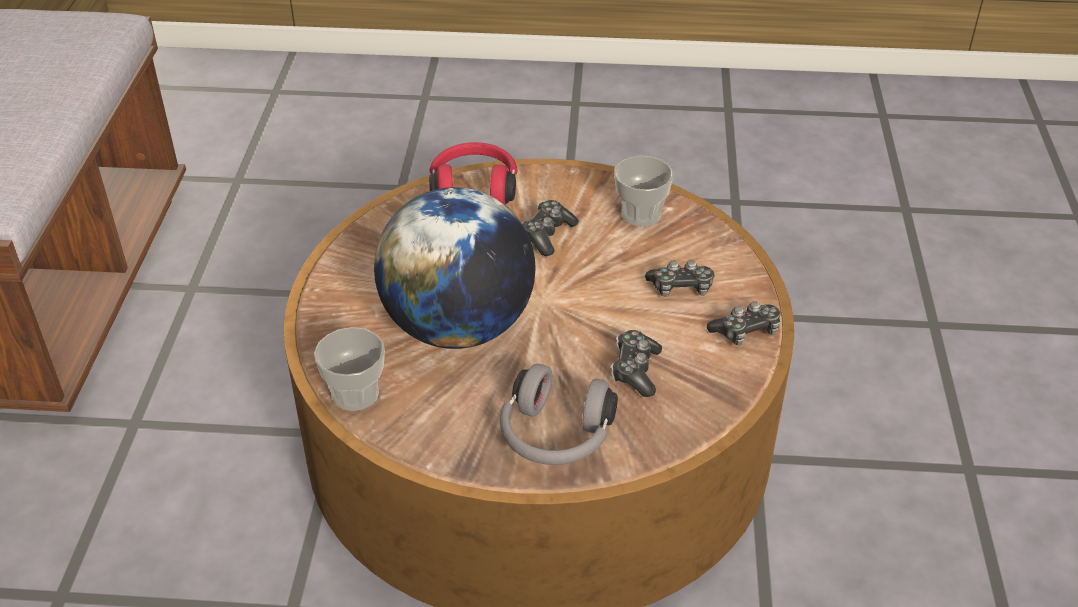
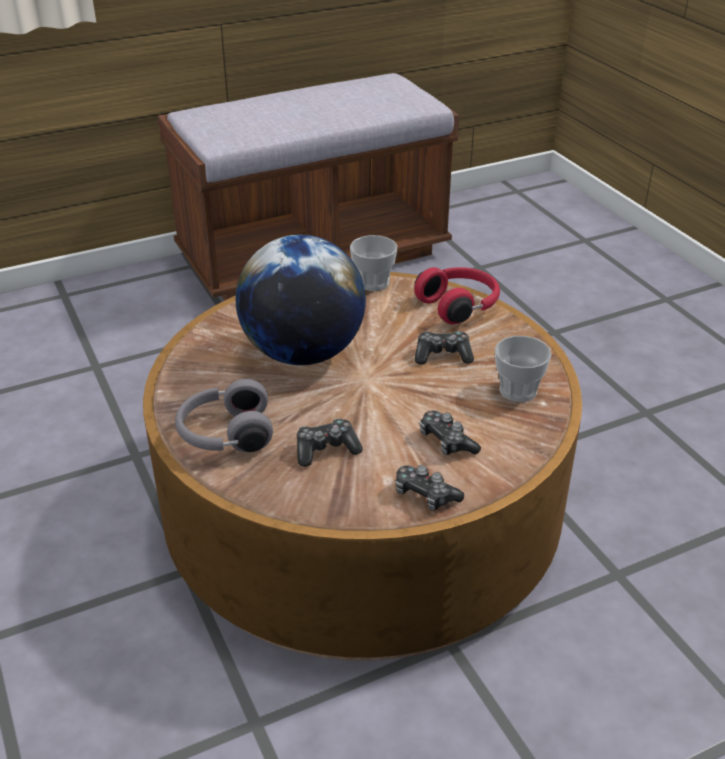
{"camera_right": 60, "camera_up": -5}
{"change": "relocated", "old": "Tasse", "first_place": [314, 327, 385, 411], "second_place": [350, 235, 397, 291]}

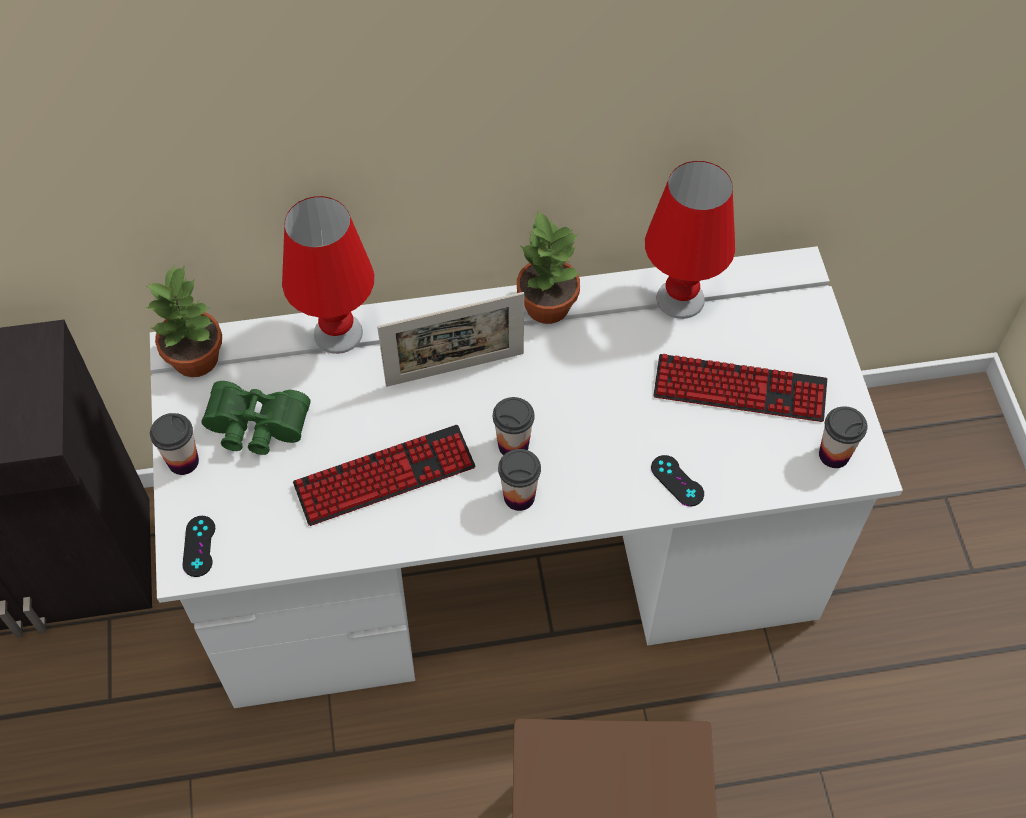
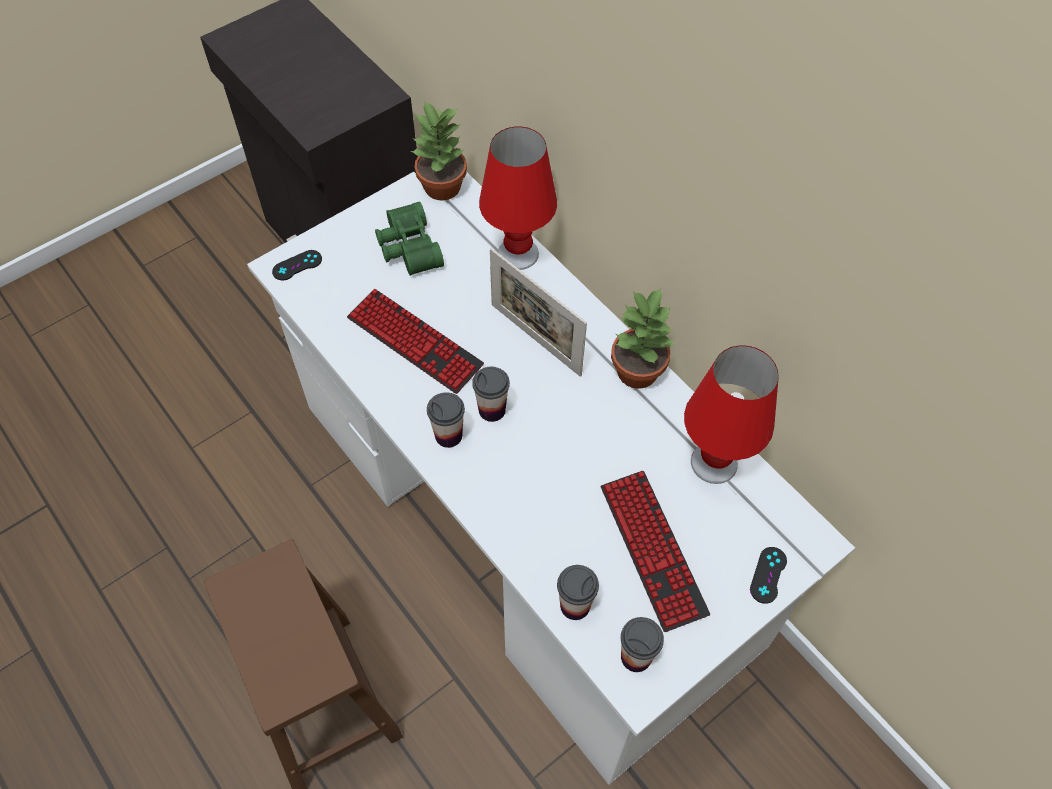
{"camera_right": 60, "camera_up": 0}
{"change": "relocated", "old": "Tasse", "first_place": [150, 413, 199, 475], "second_place": [557, 565, 599, 620]}
{"change": "relocated", "old": "Gamepad [schwarz]", "first_place": [651, 455, 704, 506], "second_place": [750, 547, 787, 604]}

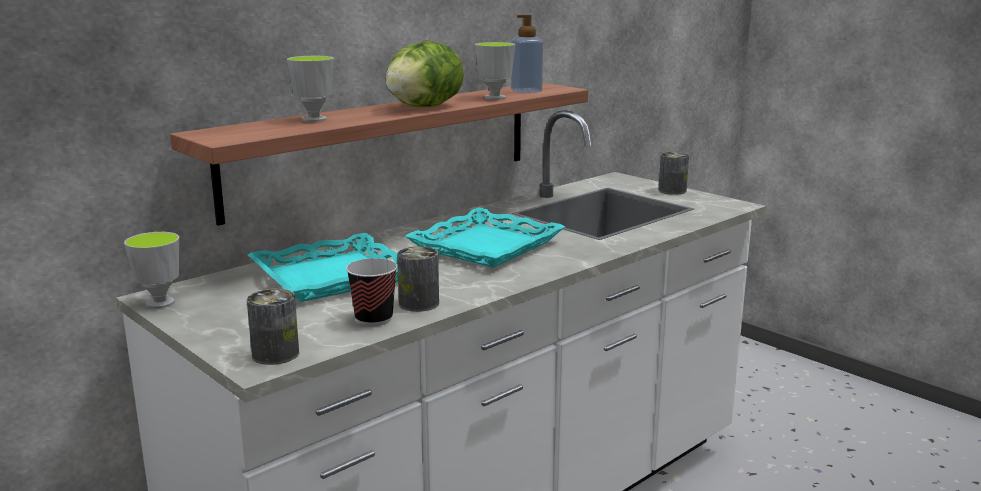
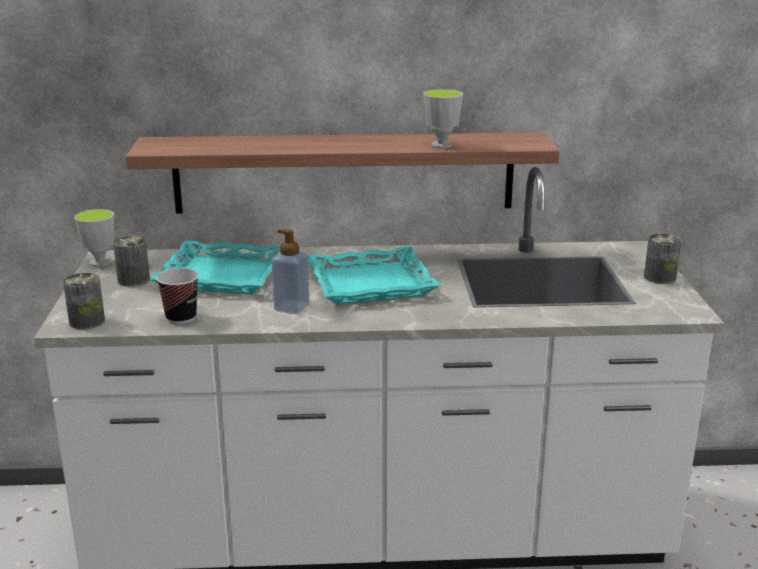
{"camera_right": 40, "camera_up": 5}
{"change": "missing", "old": "Tasse", "first_place": [287, 56, 334, 122]}
{"change": "missing", "old": "Salatkopf", "first_place": [385, 41, 464, 107]}
{"change": "relocated", "old": "Dose", "first_place": [397, 246, 439, 312], "second_place": [113, 236, 150, 287]}
{"change": "relocated", "old": "Seifenspender", "first_place": [511, 15, 543, 93], "second_place": [272, 229, 310, 314]}

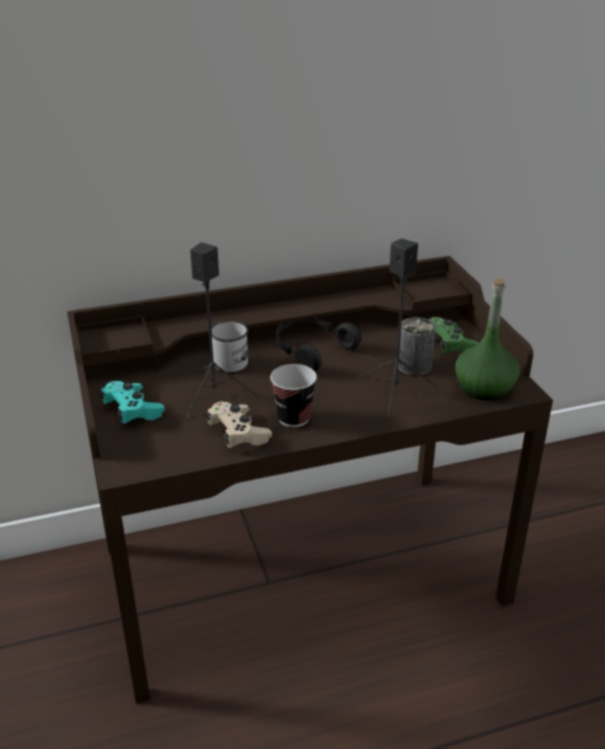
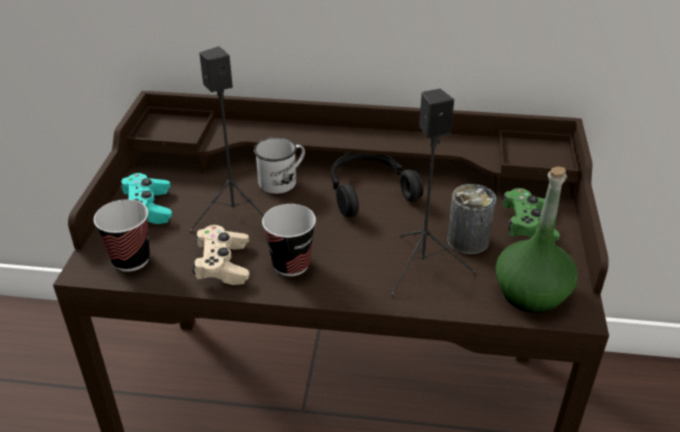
{"camera_right": 25, "camera_up": 5}
{"change": "appeared", "new": "Tasse", "second_place": [94, 199, 150, 272]}

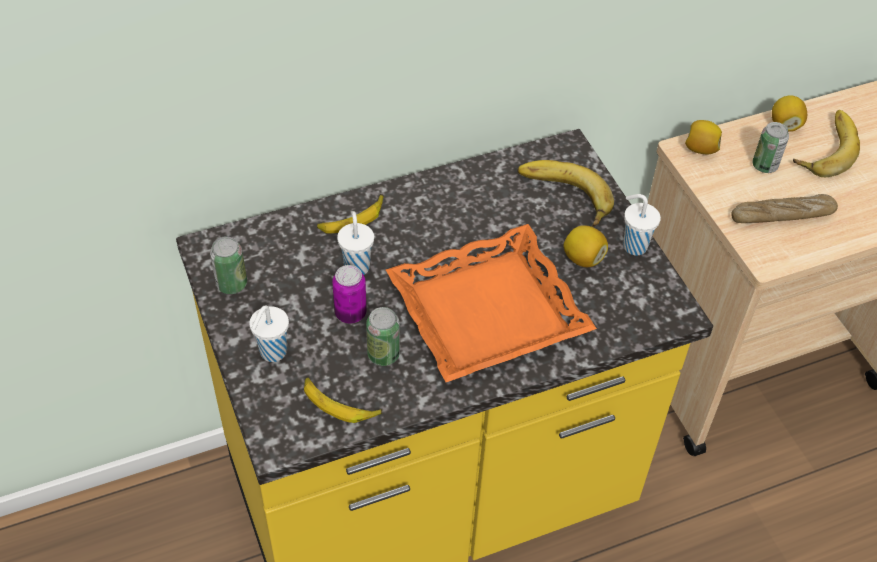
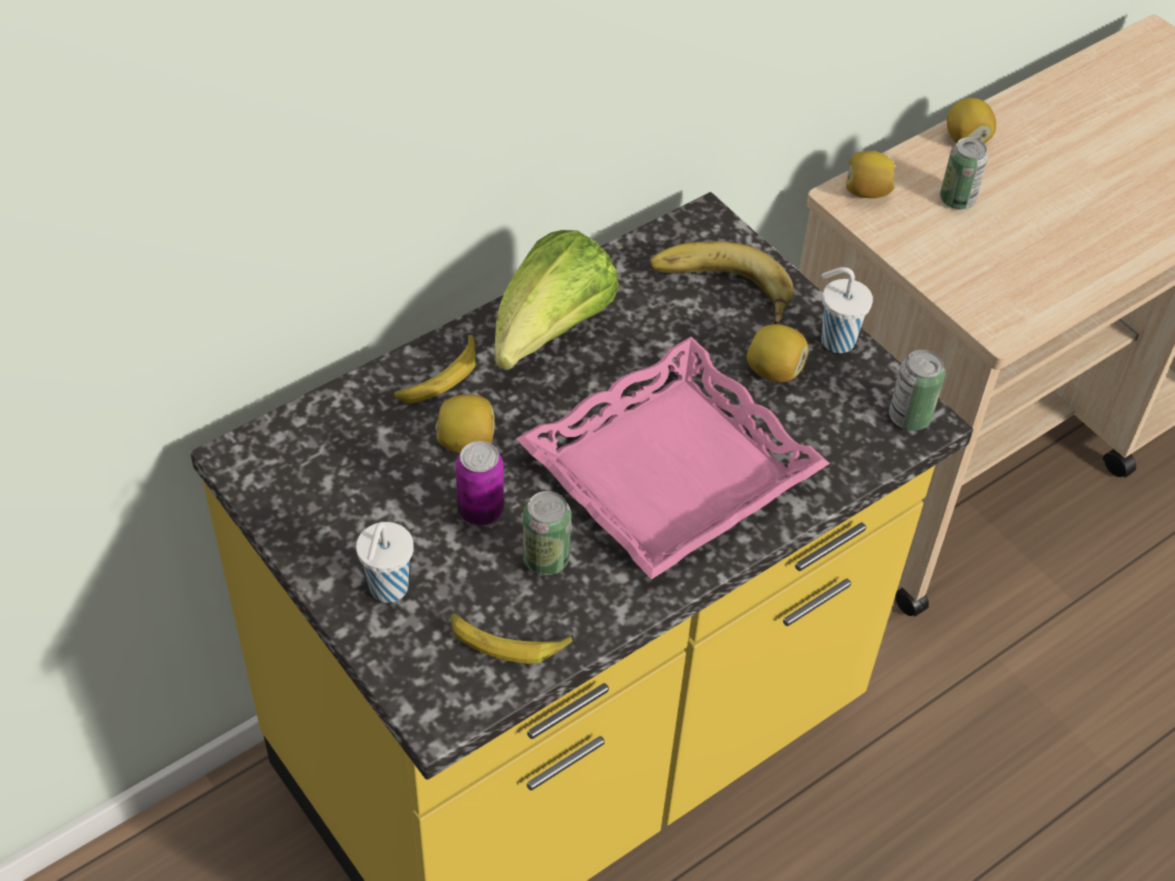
{"camera_right": -15, "camera_up": 0}
{"change": "missing", "old": "Brot", "first_place": [731, 194, 838, 223]}
{"change": "missing", "old": "Banane", "first_place": [793, 110, 860, 177]}
{"change": "appeared", "new": "Salatkopf", "second_place": [494, 230, 619, 370]}
{"change": "relocated", "old": "Dose", "first_place": [210, 236, 247, 294], "second_place": [889, 349, 945, 431]}
{"change": "exchanged", "old": "Tasse [weiß]", "new": "Zitrone", "first_place": [337, 211, 374, 275], "second_place": [435, 394, 495, 453]}
{"change": "colour", "old": "Tablett [orange]", "new": "Tablett [rosa]", "first_place": [386, 224, 597, 382], "second_place": [516, 337, 830, 579]}

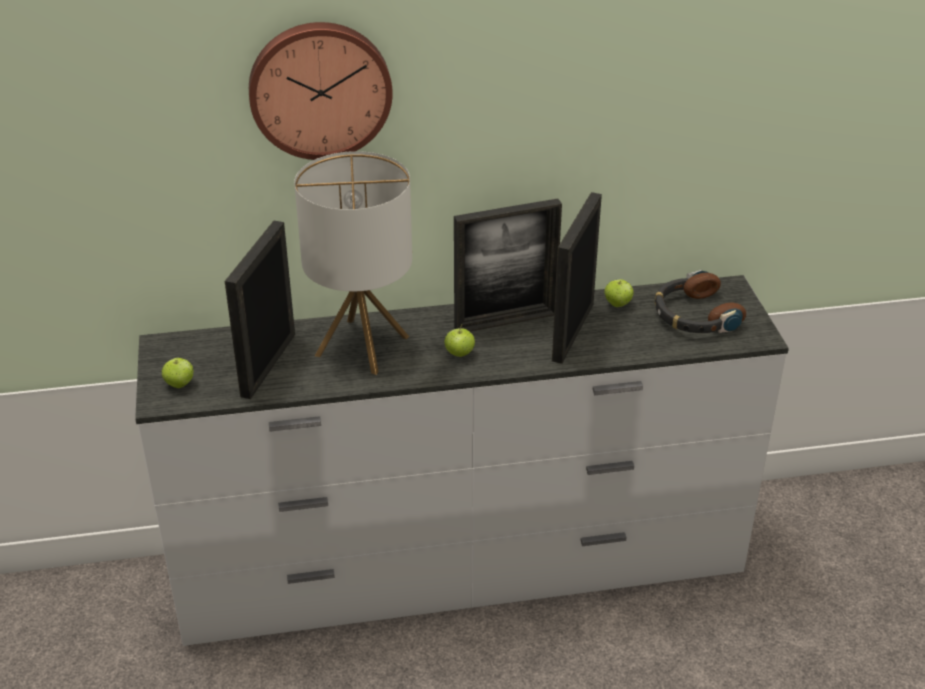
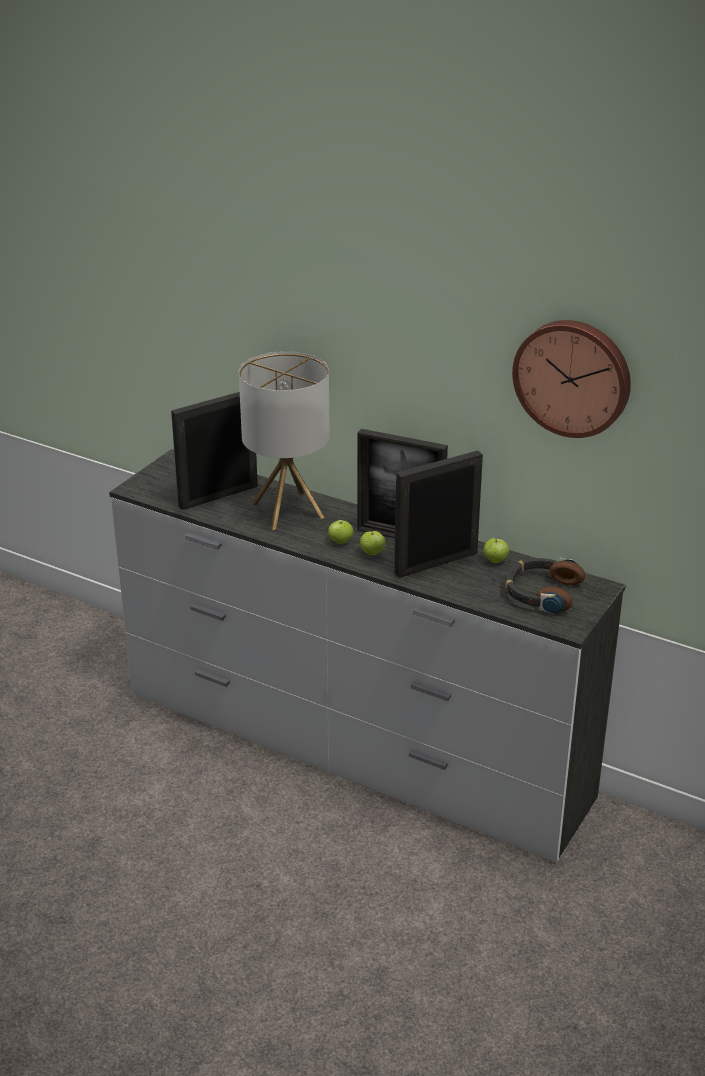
{"camera_right": 40, "camera_up": -5}
{"change": "relocated", "old": "Apfel", "first_place": [162, 357, 194, 388], "second_place": [360, 531, 386, 555]}
{"change": "relocated", "old": "Wanduhr", "first_place": [249, 22, 393, 160], "second_place": [512, 320, 631, 438]}

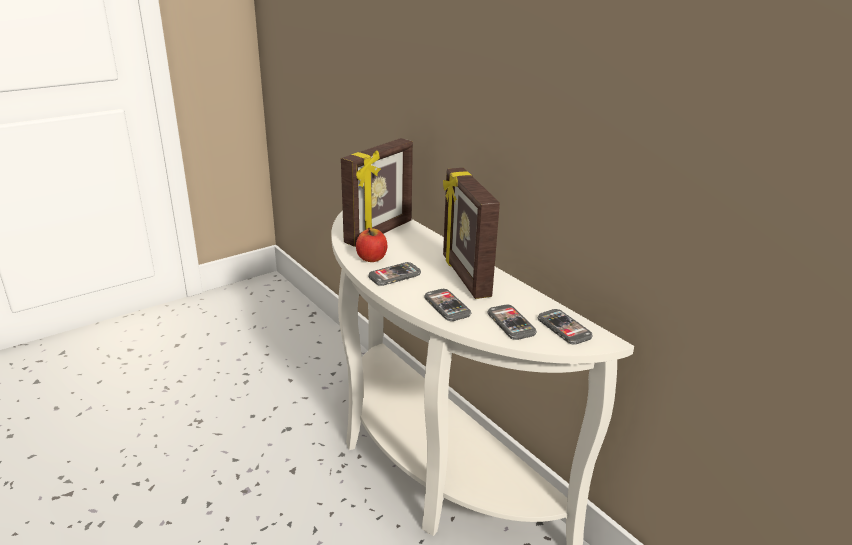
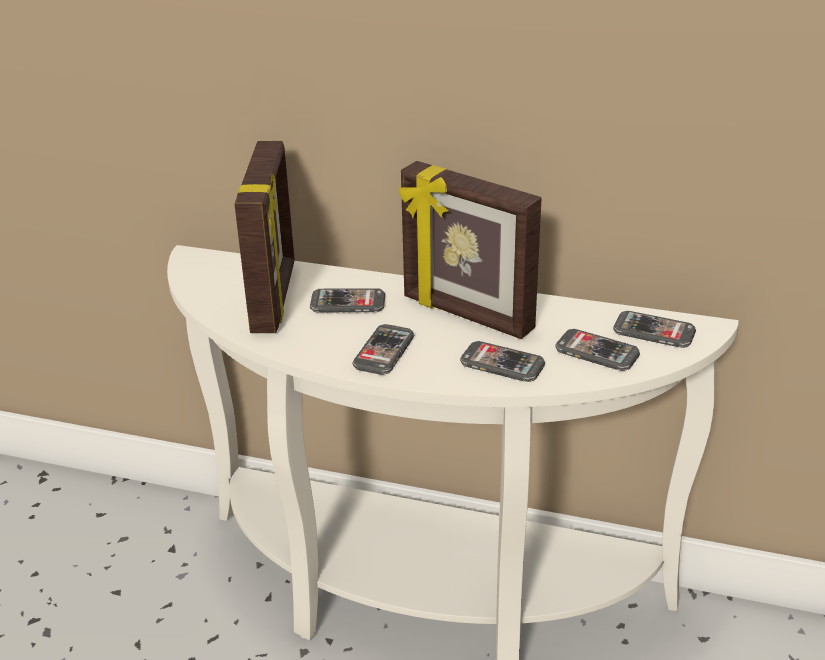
{"camera_right": -35, "camera_up": 5}
{"change": "missing", "old": "Apfel", "first_place": [356, 228, 387, 262]}
{"change": "appeared", "new": "Handy", "second_place": [310, 288, 385, 313]}

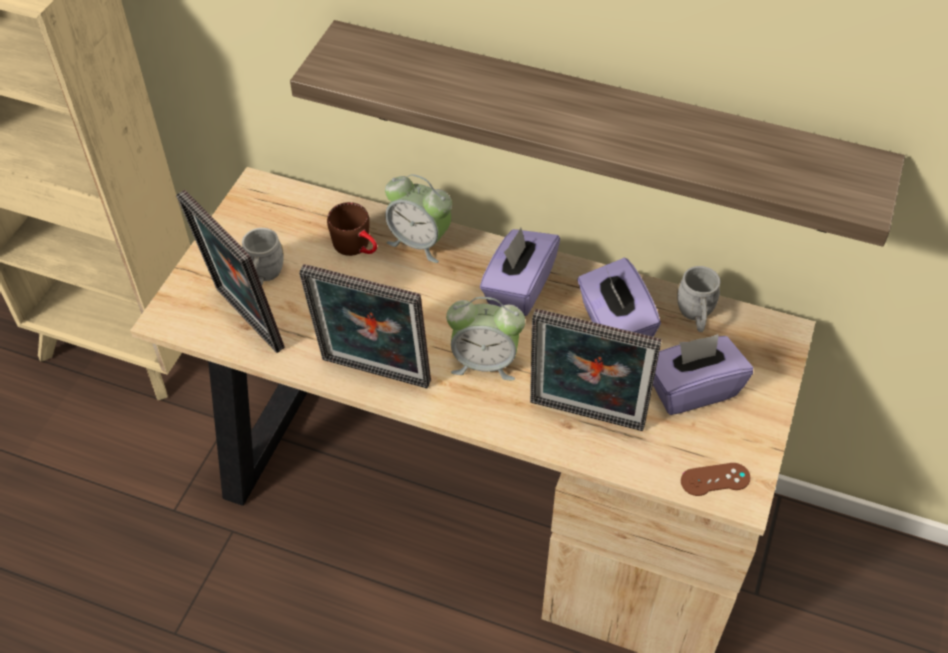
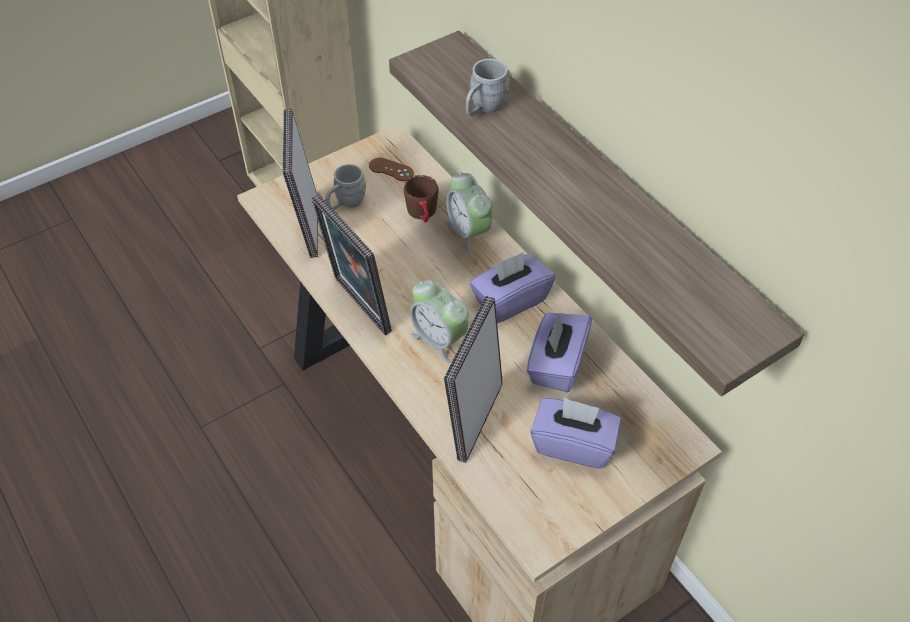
{"camera_right": 35, "camera_up": 0}
{"change": "relocated", "old": "Henkelbecher [grau]", "first_place": [677, 266, 721, 332], "second_place": [466, 59, 509, 116]}
{"change": "relocated", "old": "Gamepad [braun]", "first_place": [681, 463, 750, 496], "second_place": [369, 158, 414, 181]}
{"change": "spun", "old": "Bilderrahmen", "first_place": [530, 309, 662, 431], "second_place": [444, 296, 503, 463], "degrees": 60}

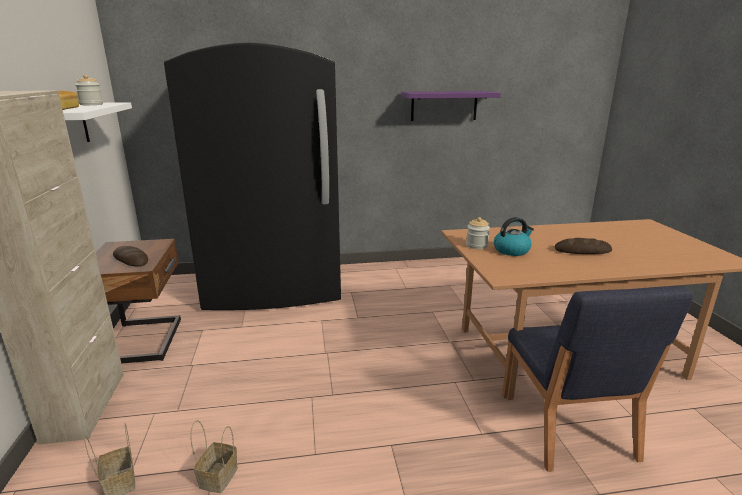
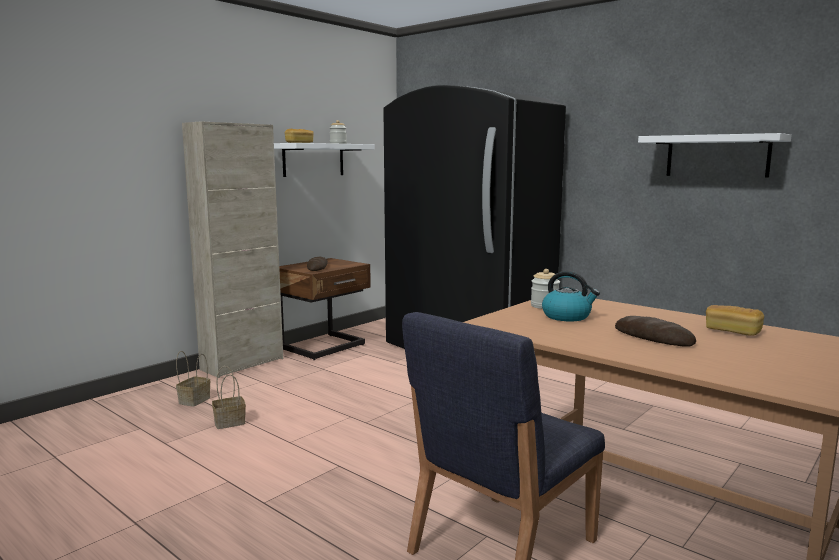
{"camera_right": 50, "camera_up": -10}
{"change": "appeared", "new": "Brot", "second_place": [706, 305, 764, 336]}
{"change": "colour", "old": "Wandregal [lila]", "new": "Wandregal [weiß]", "first_place": [401, 91, 501, 121], "second_place": [638, 133, 792, 178]}

